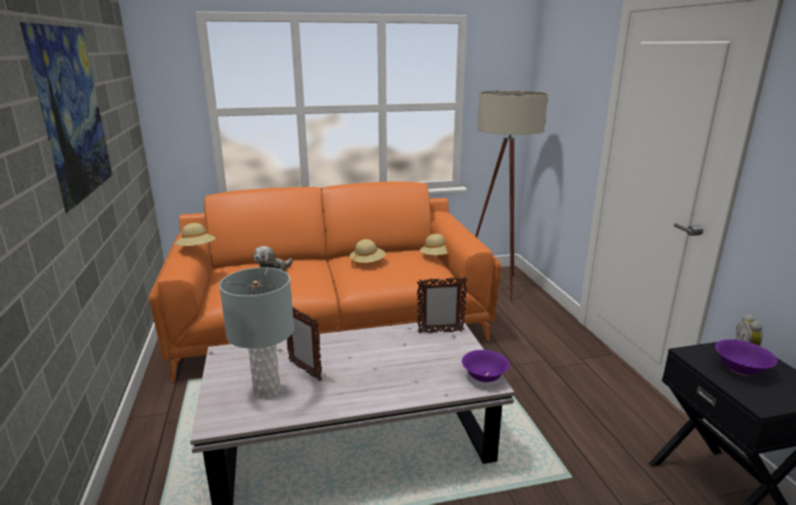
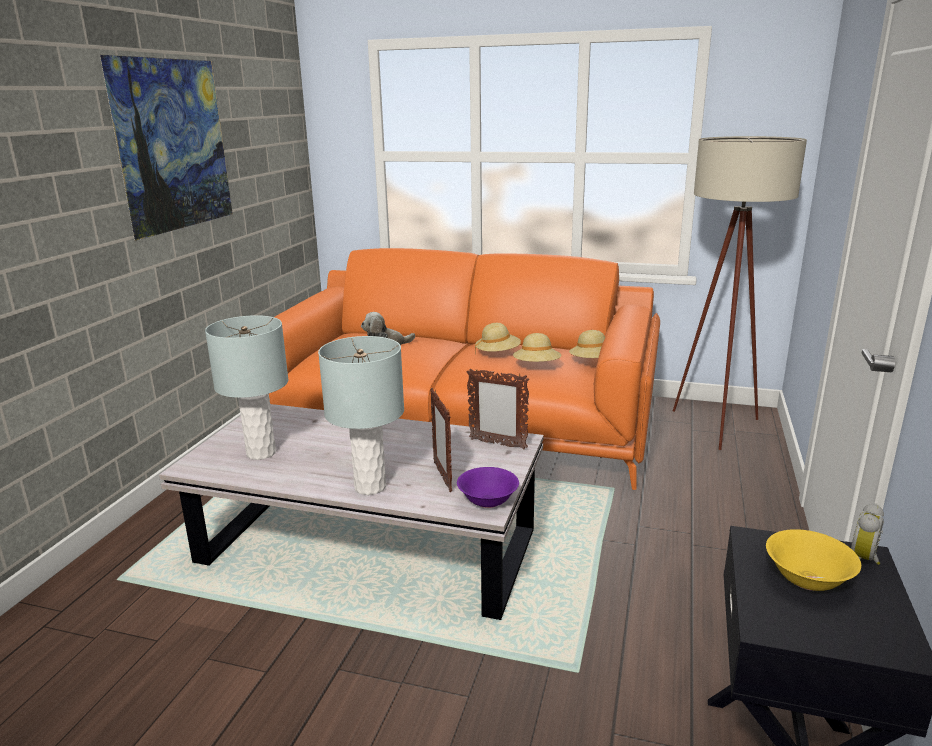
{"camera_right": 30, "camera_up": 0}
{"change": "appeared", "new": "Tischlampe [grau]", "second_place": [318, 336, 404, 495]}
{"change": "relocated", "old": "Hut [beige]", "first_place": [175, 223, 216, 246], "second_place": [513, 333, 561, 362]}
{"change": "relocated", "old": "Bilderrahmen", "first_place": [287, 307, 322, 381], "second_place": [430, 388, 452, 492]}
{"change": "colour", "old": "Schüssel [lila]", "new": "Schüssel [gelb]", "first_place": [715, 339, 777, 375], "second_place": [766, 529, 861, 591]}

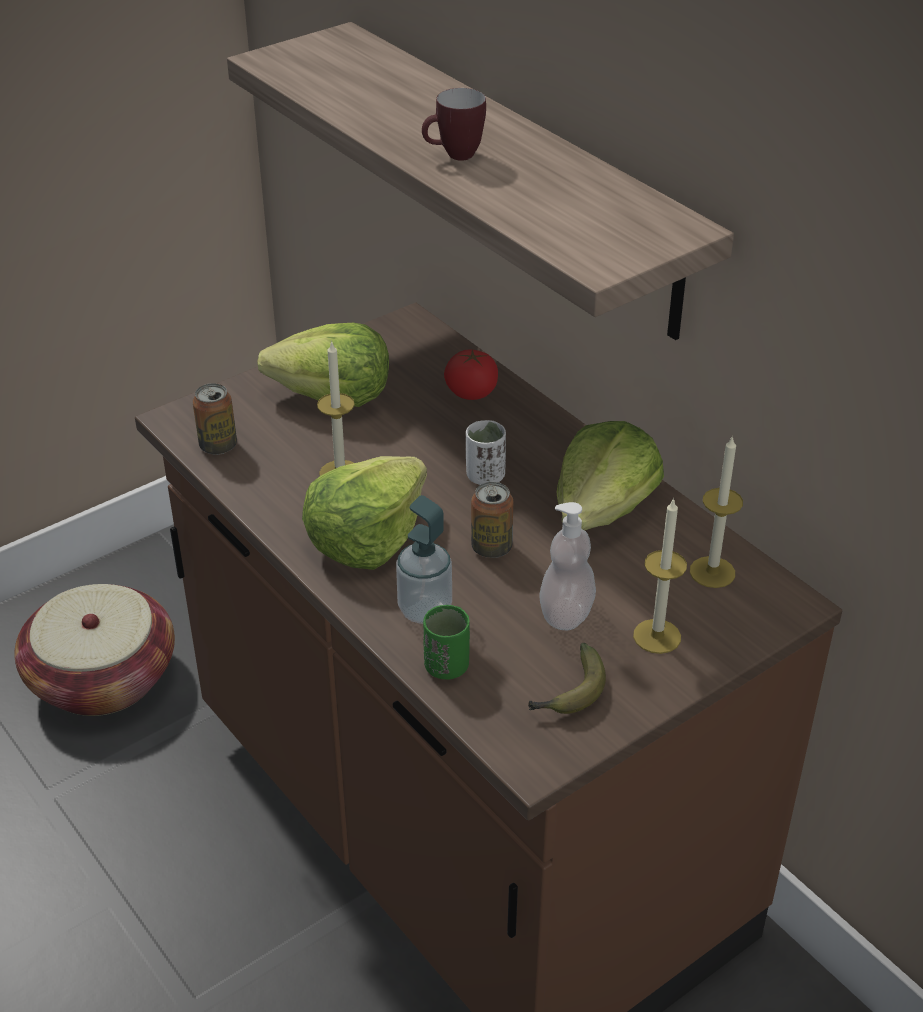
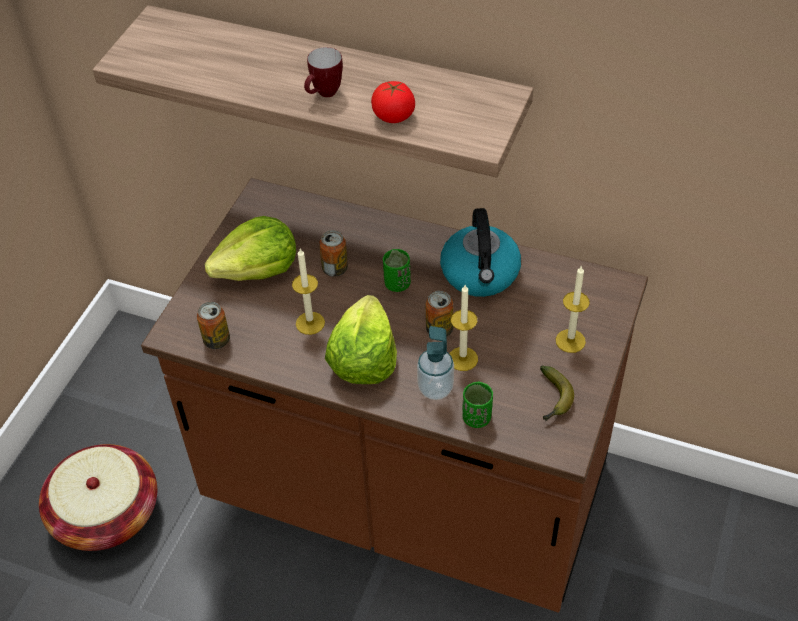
{"camera_right": -30, "camera_up": 10}
{"change": "missing", "old": "Seifenspender", "first_place": [539, 502, 596, 631]}
{"change": "appeared", "new": "Dose", "second_place": [319, 230, 348, 277]}
{"change": "relocated", "old": "Tomate", "first_place": [444, 349, 498, 400], "second_place": [371, 81, 415, 123]}
{"change": "relocated", "old": "Kerze", "first_place": [690, 435, 743, 588], "second_place": [450, 285, 478, 371]}
{"change": "exchanged", "old": "Salatkopf", "new": "Wasserkessel", "first_place": [556, 421, 664, 531], "second_place": [440, 208, 521, 297]}
{"change": "colour", "old": "Tasse [weiß]", "new": "Tasse [grün]", "first_place": [466, 420, 506, 485], "second_place": [383, 249, 411, 292]}

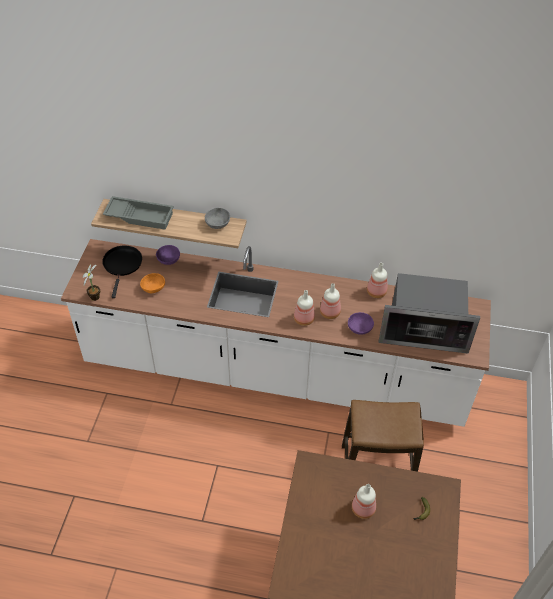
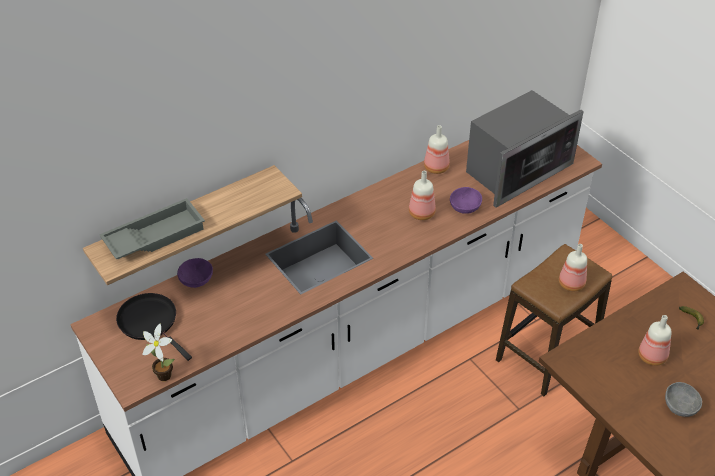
{"camera_right": -45, "camera_up": -5}
{"change": "missing", "old": "Schüssel [orange]", "first_place": [140, 273, 165, 293]}
{"change": "relocated", "old": "Schüssel [grau]", "first_place": [205, 208, 230, 229], "second_place": [665, 382, 702, 417]}
{"change": "relocated", "old": "Flasche", "first_place": [294, 290, 315, 326], "second_place": [559, 244, 587, 291]}

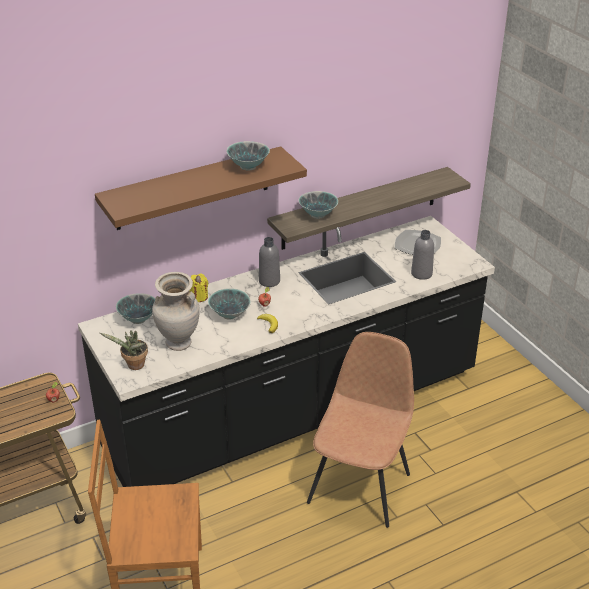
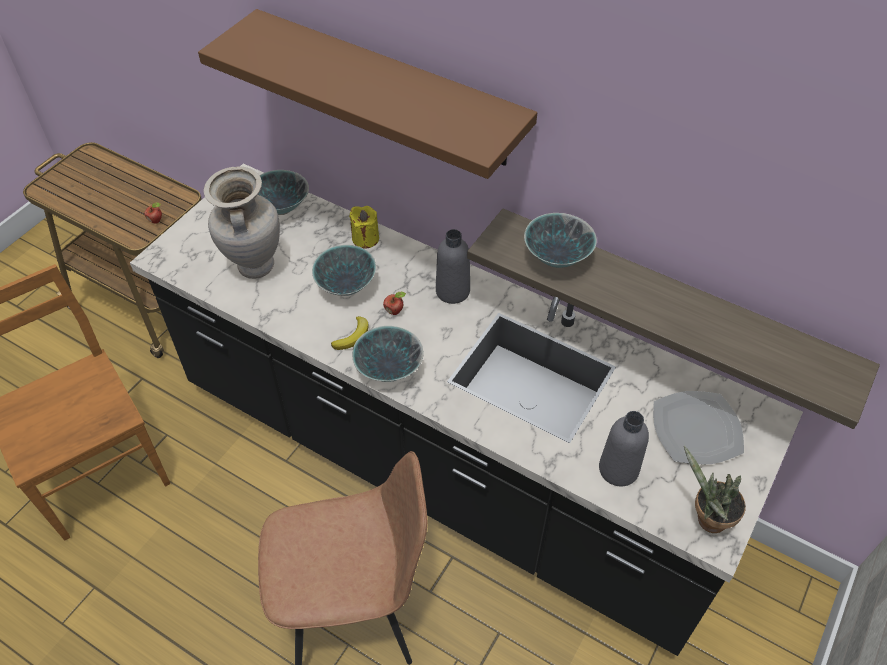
{"camera_right": 60, "camera_up": 15}
{"change": "relocated", "old": "Topfpflanze", "first_place": [100, 330, 148, 370], "second_place": [684, 445, 746, 533]}
{"change": "relocated", "old": "Schüssel", "first_place": [227, 141, 270, 171], "second_place": [352, 326, 424, 382]}

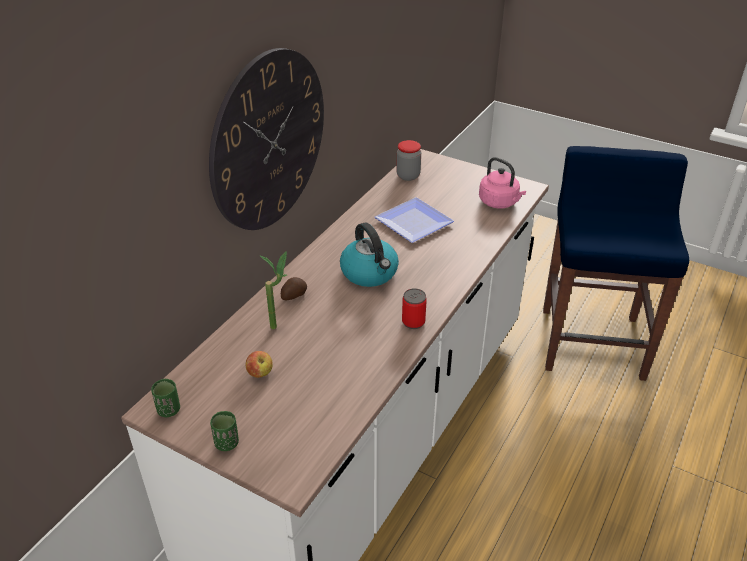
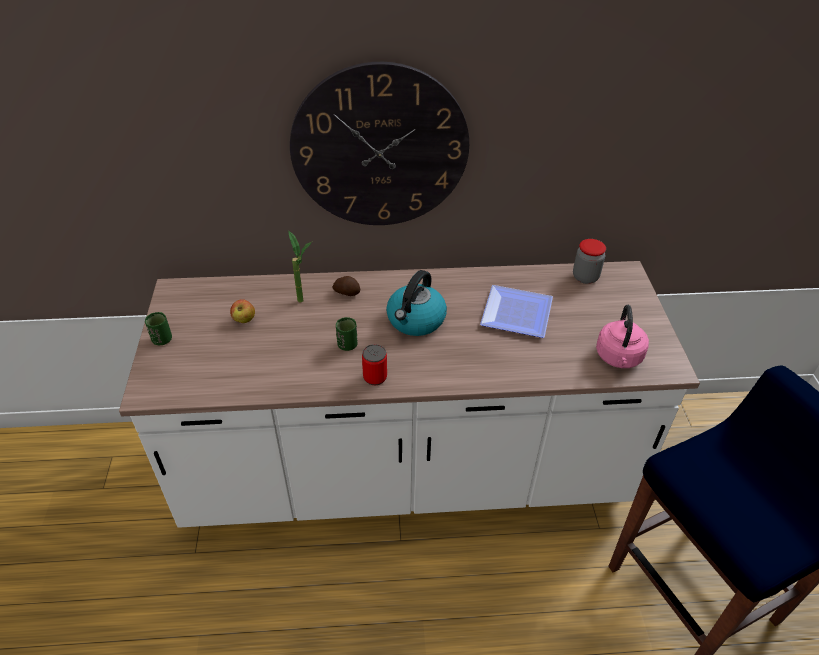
{"camera_right": 55, "camera_up": 5}
{"change": "relocated", "old": "Tasse [grün]", "first_place": [151, 379, 180, 417], "second_place": [336, 317, 358, 351]}

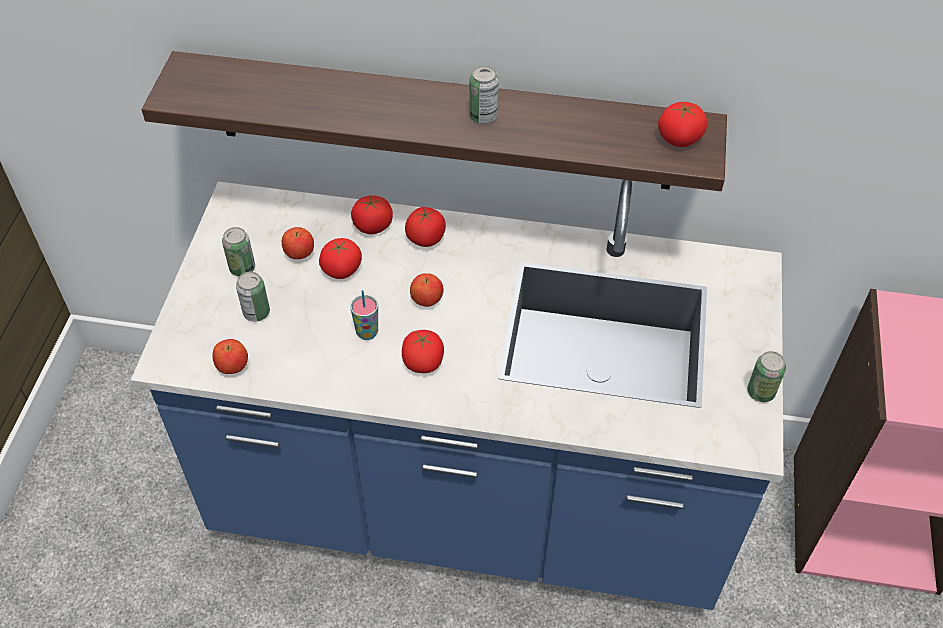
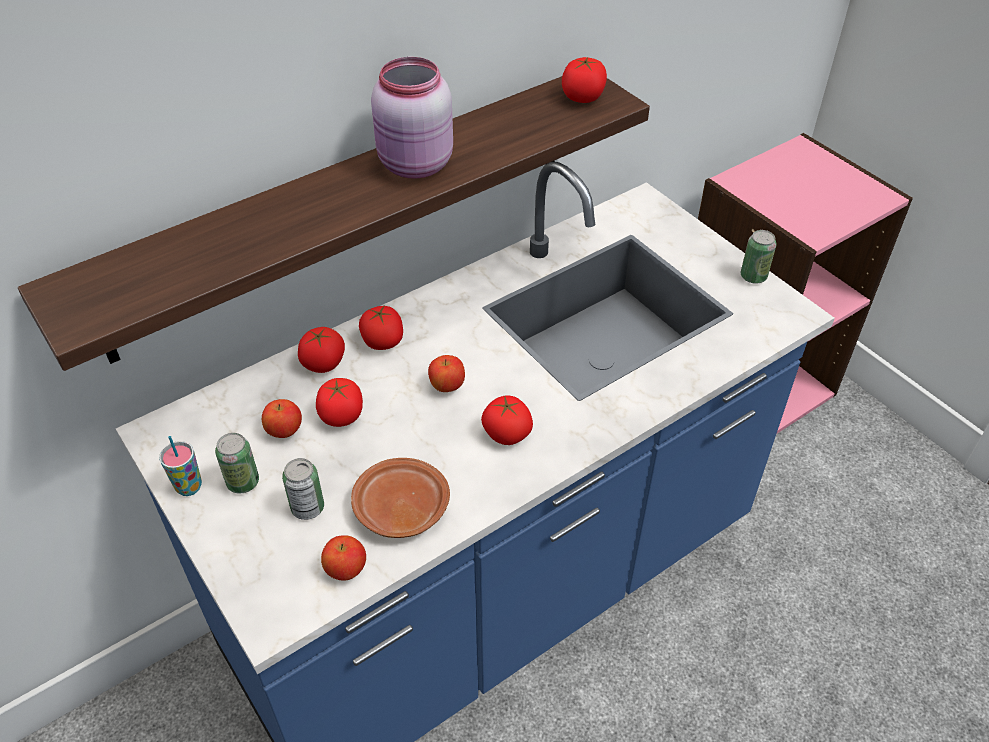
{"camera_right": -45, "camera_up": -5}
{"change": "appeared", "new": "Teller [braun]", "second_place": [351, 458, 450, 538]}
{"change": "relocated", "old": "Tasse", "first_place": [350, 290, 378, 340], "second_place": [159, 436, 202, 496]}
{"change": "exchanged", "old": "Dose", "new": "Vorratsglas [rosa]", "first_place": [469, 66, 499, 124], "second_place": [371, 57, 453, 178]}

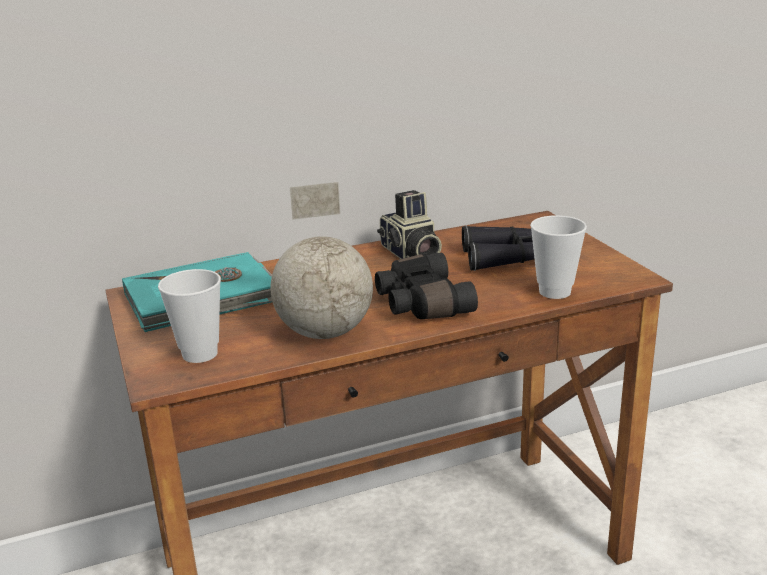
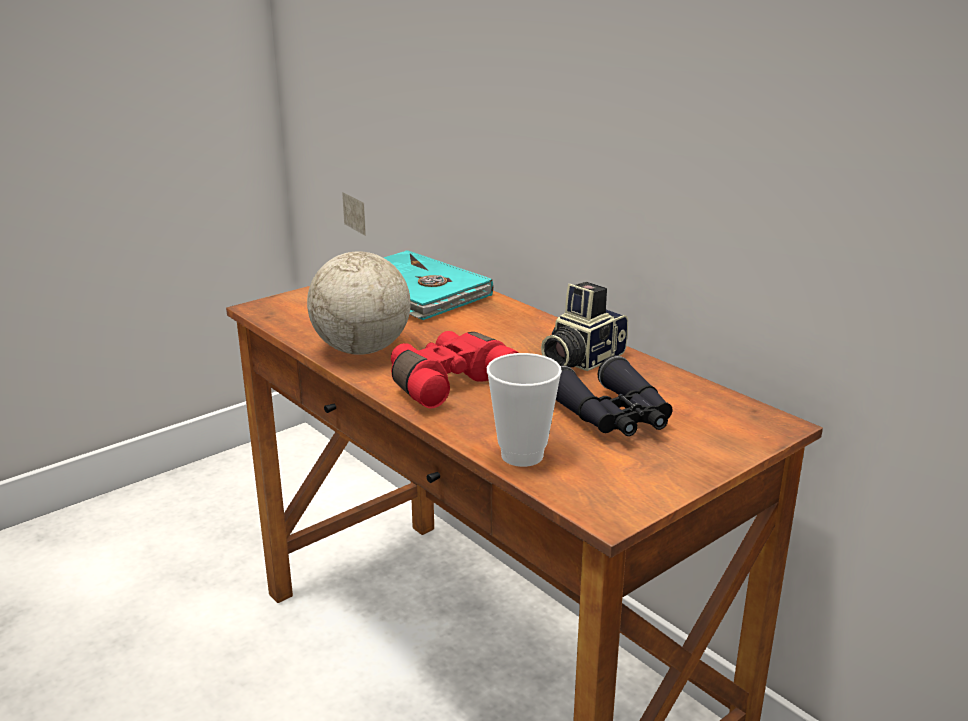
{"camera_right": 70, "camera_up": 0}
{"change": "missing", "old": "Tasse", "first_place": [158, 269, 221, 363]}
{"change": "colour", "old": "Fernglas [schwarz]", "new": "Fernglas [rot]", "first_place": [375, 253, 478, 319], "second_place": [391, 331, 519, 408]}

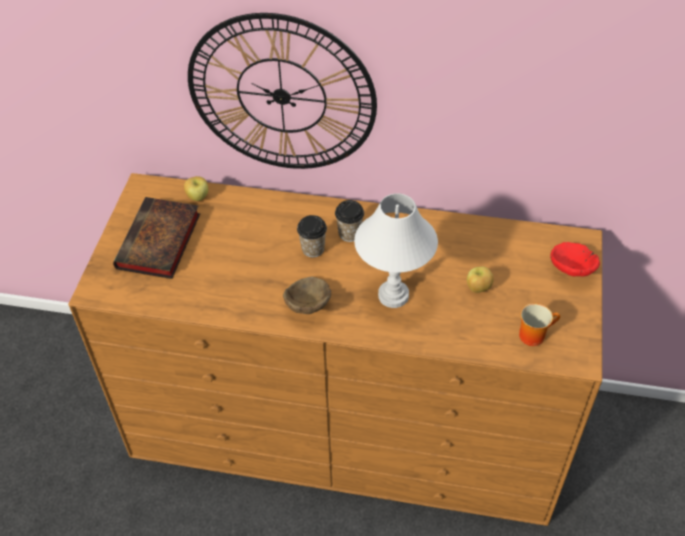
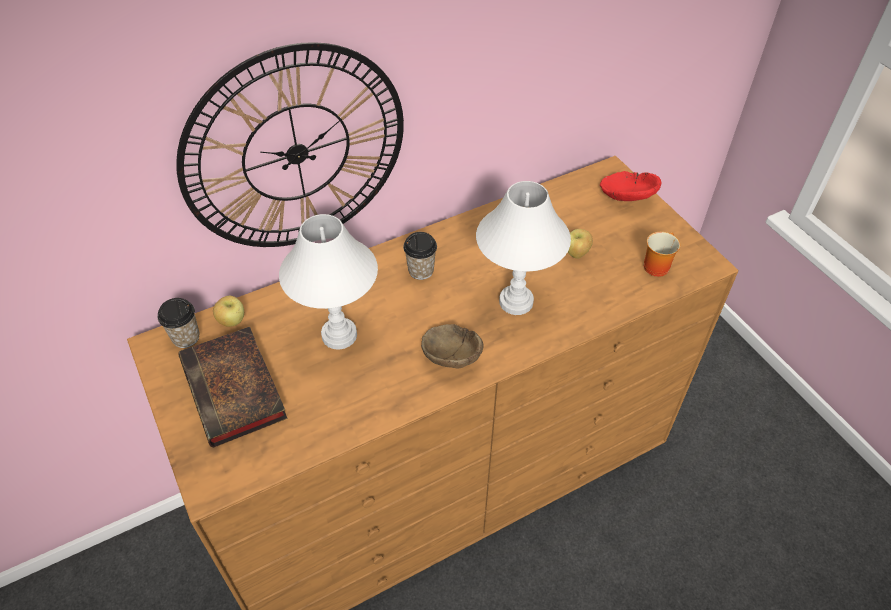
{"camera_right": -40, "camera_up": 0}
{"change": "appeared", "new": "Tischlampe [weiß]", "second_place": [279, 214, 378, 350]}
{"change": "relocated", "old": "Tasse", "first_place": [297, 215, 327, 257], "second_place": [158, 298, 200, 348]}

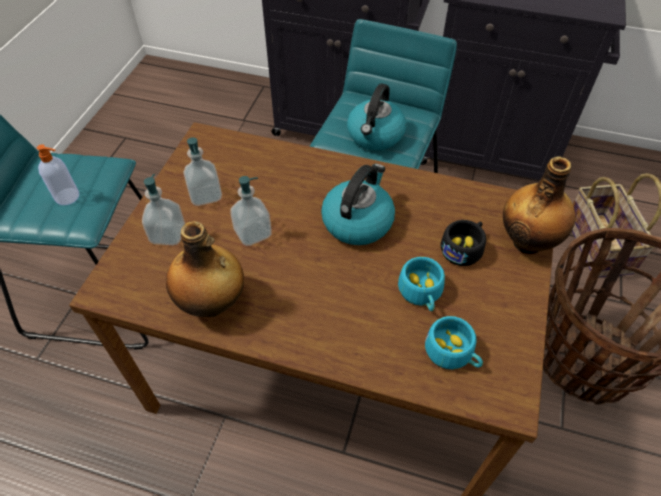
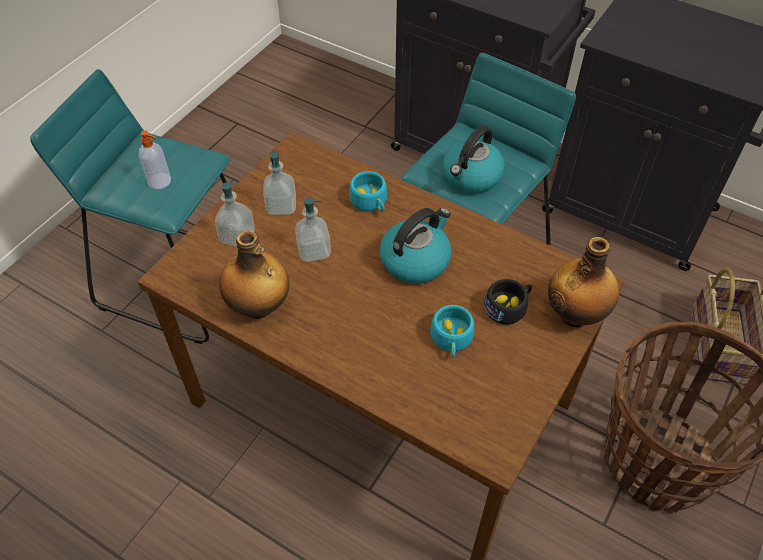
{"camera_right": 15, "camera_up": 0}
{"change": "relocated", "old": "Tasse [türkis]", "first_place": [425, 316, 483, 369], "second_place": [349, 171, 387, 212]}

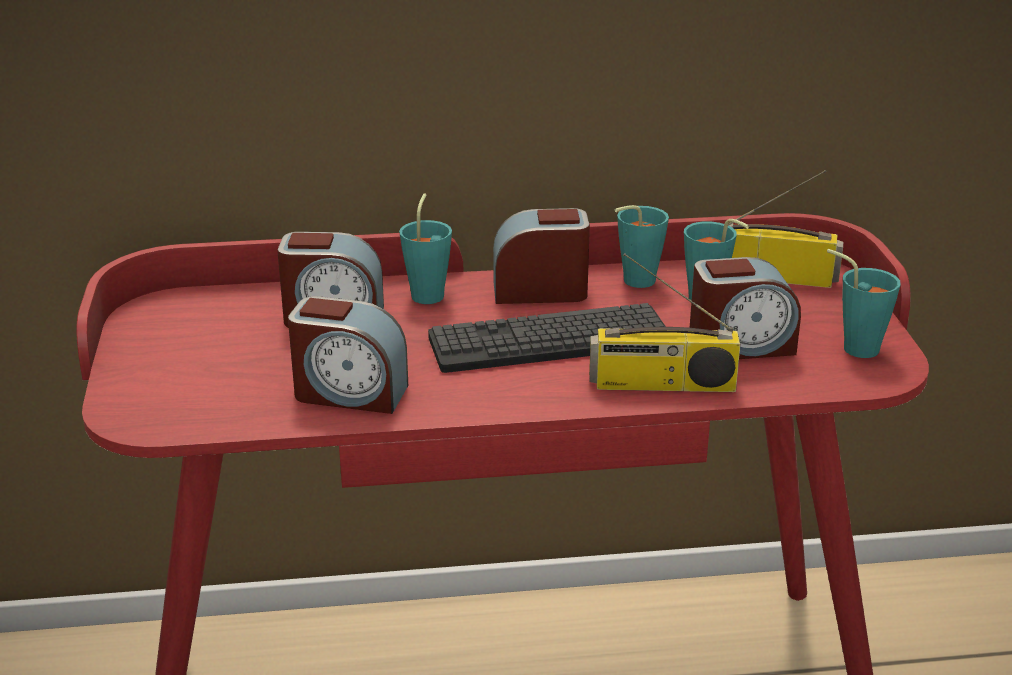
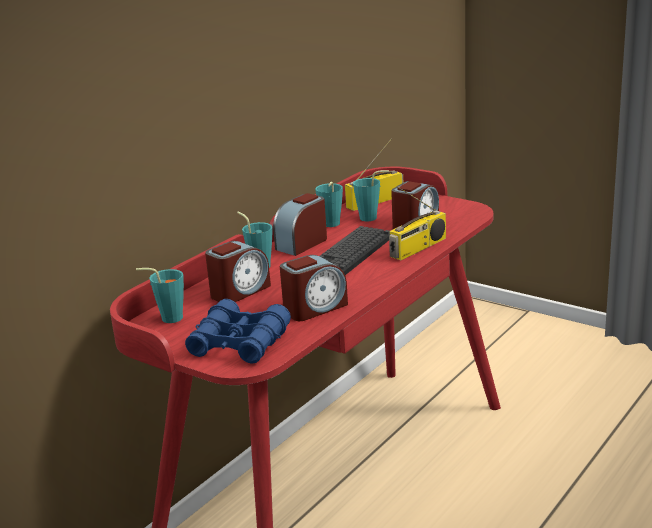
{"camera_right": -45, "camera_up": -5}
{"change": "appeared", "new": "Fernglas [blau]", "second_place": [185, 299, 291, 364]}
{"change": "relocated", "old": "Tasse [türkis]", "first_place": [827, 249, 901, 358], "second_place": [136, 268, 184, 323]}

